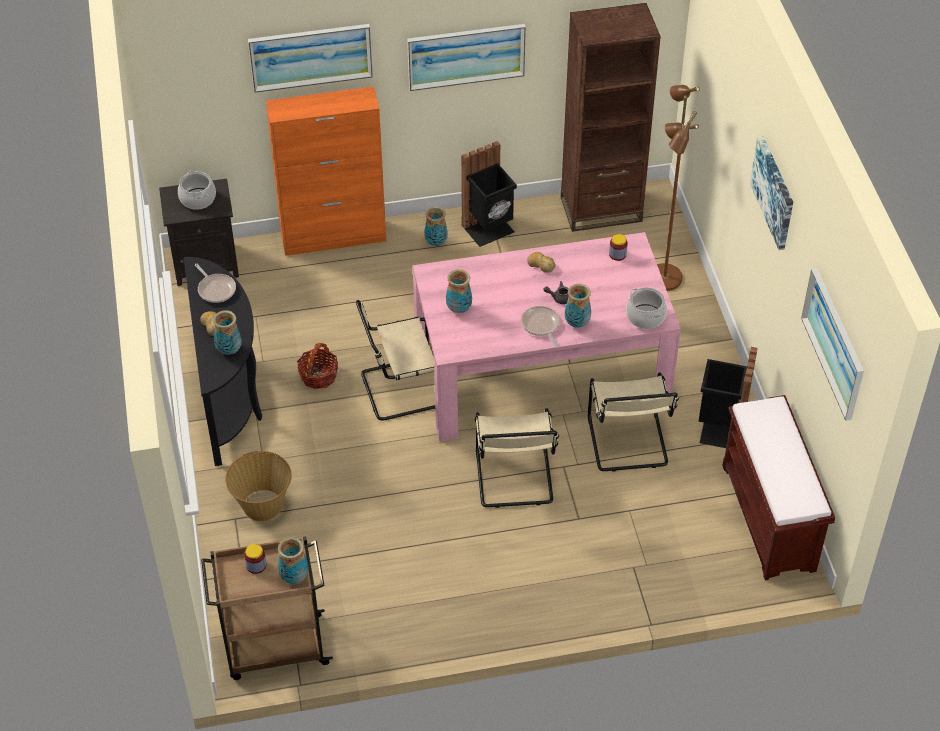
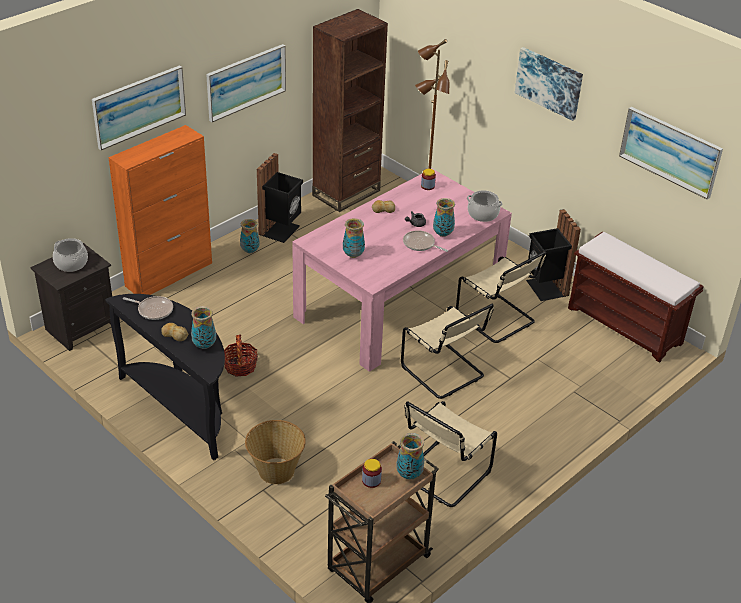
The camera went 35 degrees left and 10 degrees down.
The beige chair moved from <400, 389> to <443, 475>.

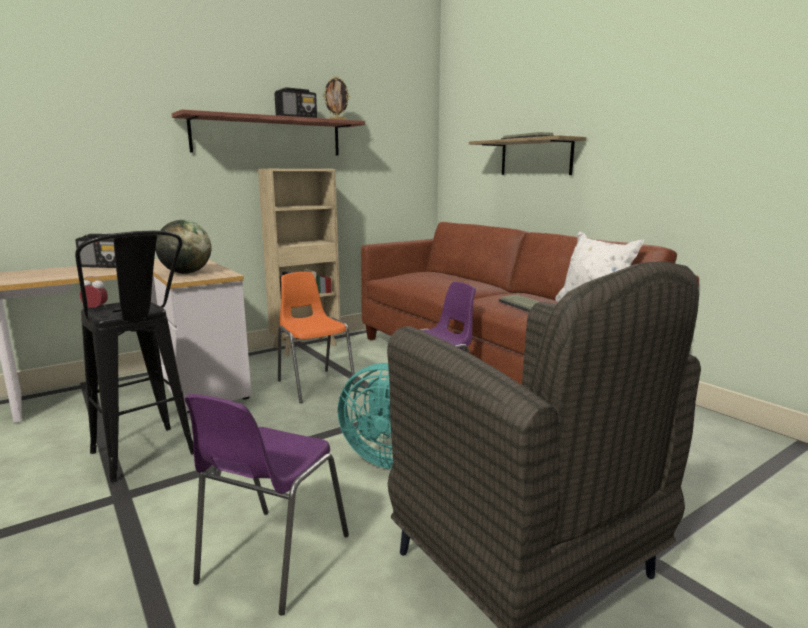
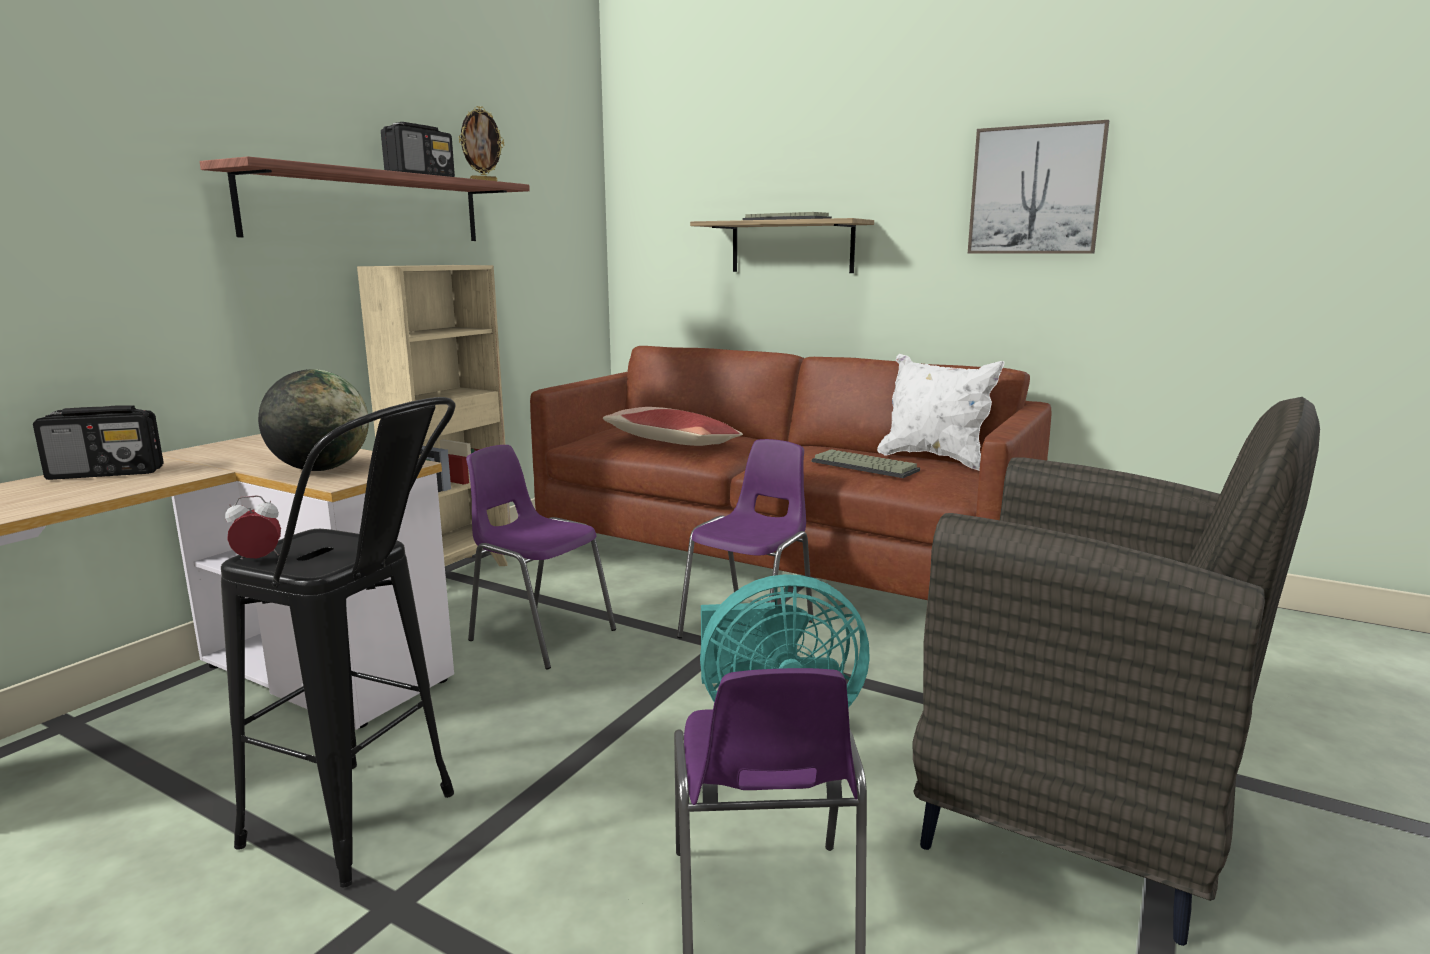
The camera went 25 degrees left and 0 degrees up.
The pillow at <670, 442> appeared.
The picture at <1035, 190> appeared.
The orange chair at <315, 385> became the purple chair at <539, 634>.

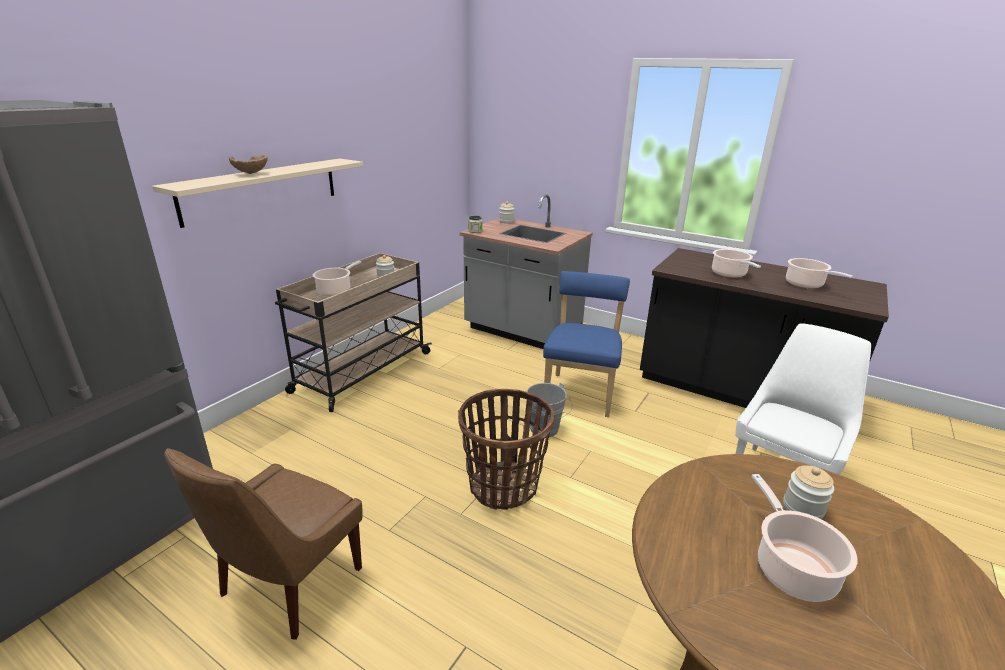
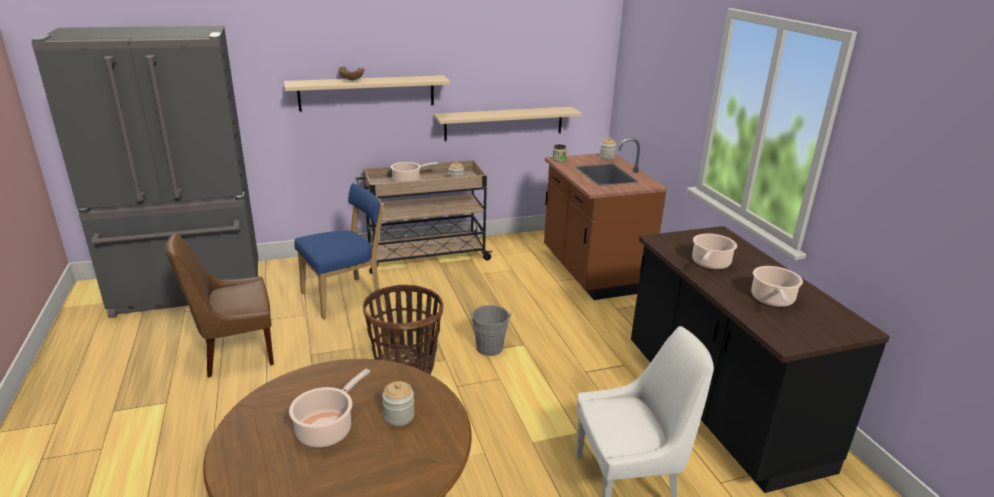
The camera went 40 degrees right and 0 degrees up.
The beige shelf at <504, 123> appeared.
The blue chair moved from <580, 392> to <345, 297>.
The grey counter at <522, 331> became the brown counter at <592, 272>.

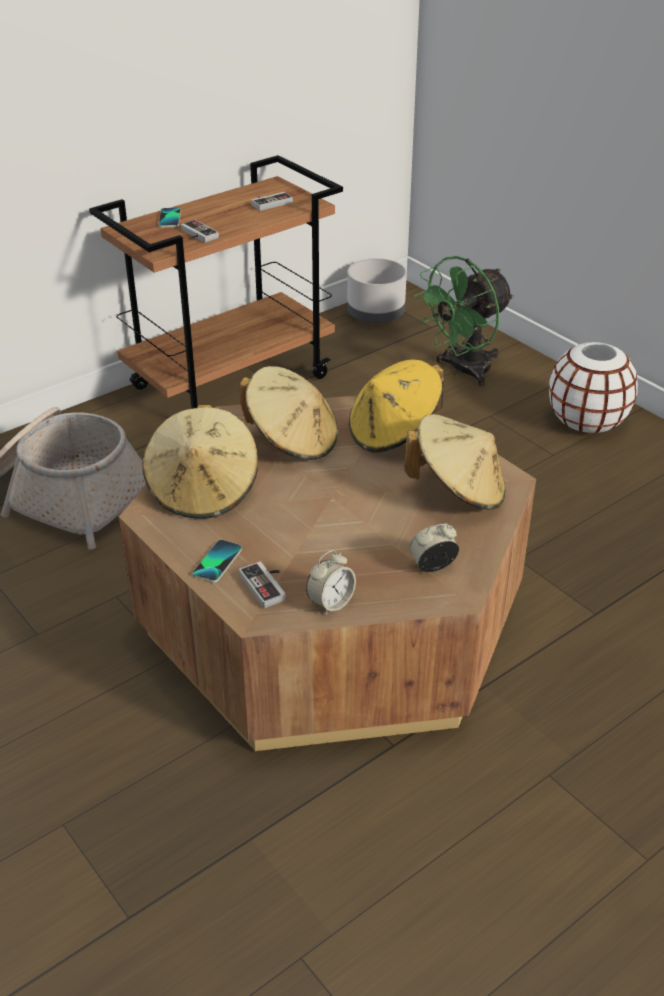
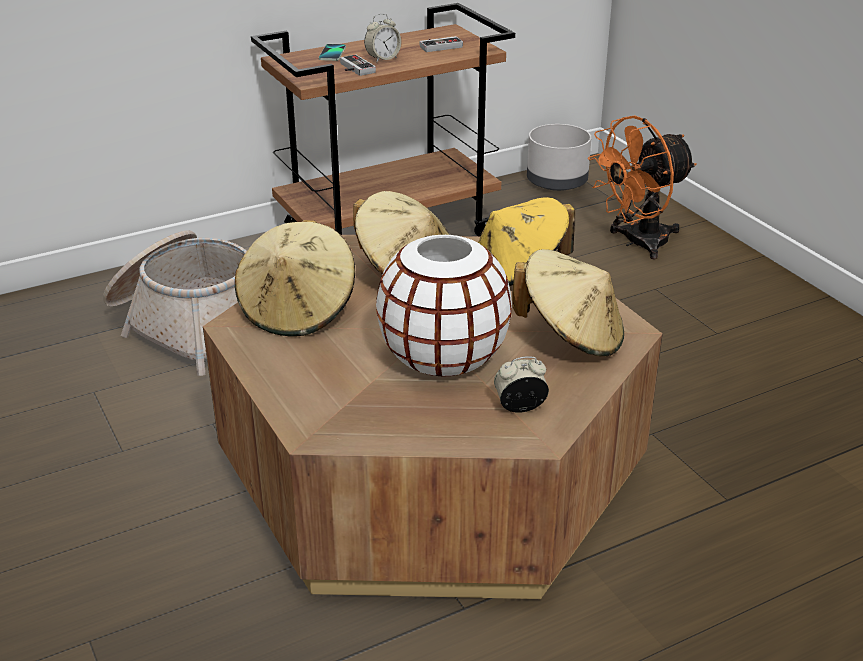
The camera went 10 degrees right and 5 degrees down.
The phone at <217, 562> disappeared.
The game controller at <267, 585> disappeared.
The alarm clock moved from <331, 603> to <383, 58>.
The white vase moved from <586, 421> to <443, 357>.
The green fan at <463, 371> became the orange fan at <637, 243>.

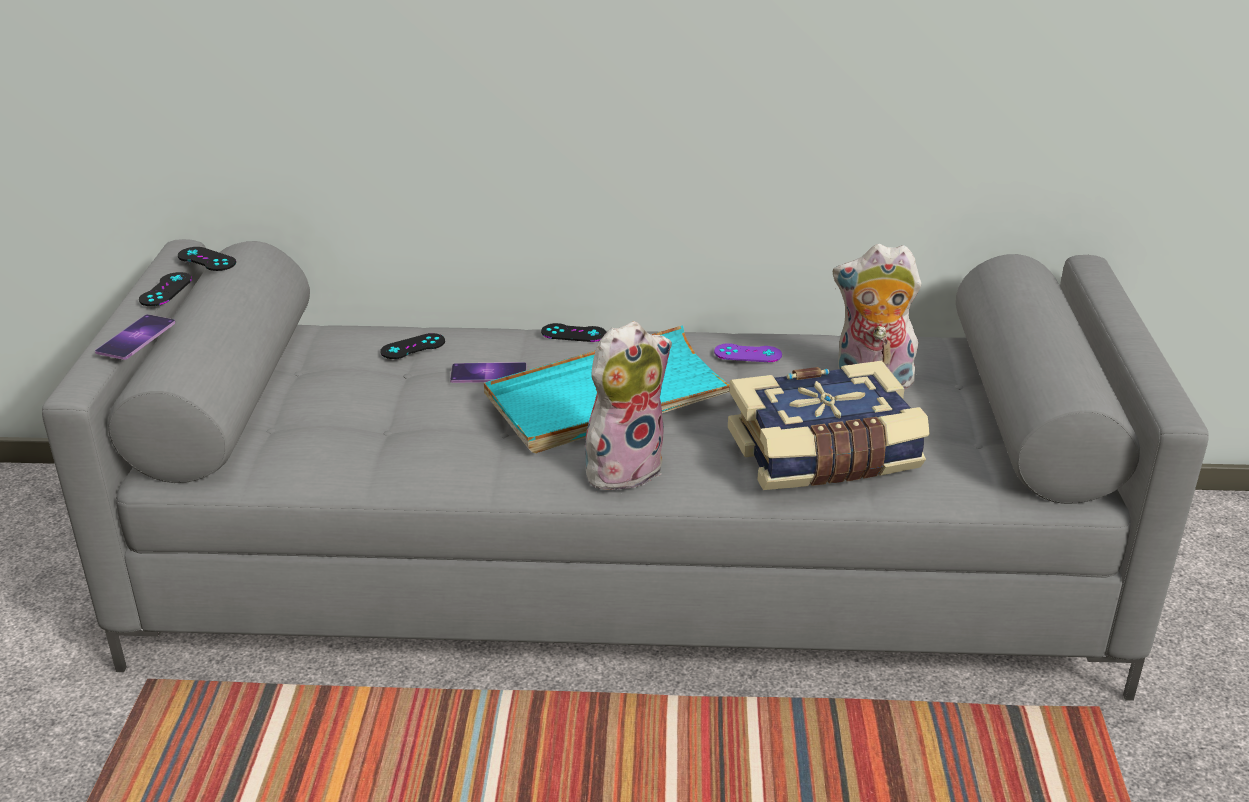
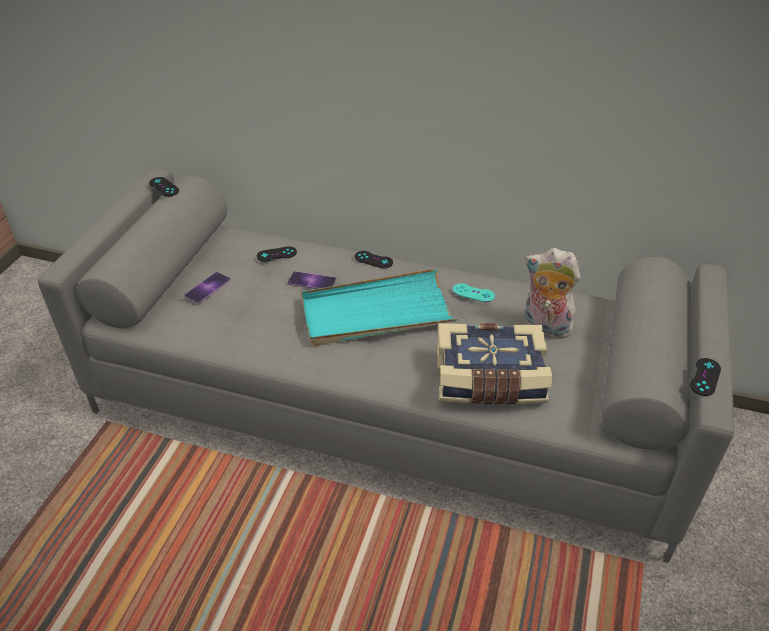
The camera went 15 degrees right and 10 degrees up.
The plush toy at <623, 467> disappeared.
The phone moved from <136, 337> to <208, 288>.
The black game controller moved from <165, 290> to <705, 377>.
The purple game controller at <748, 353> became the turquoise game controller at <473, 293>.

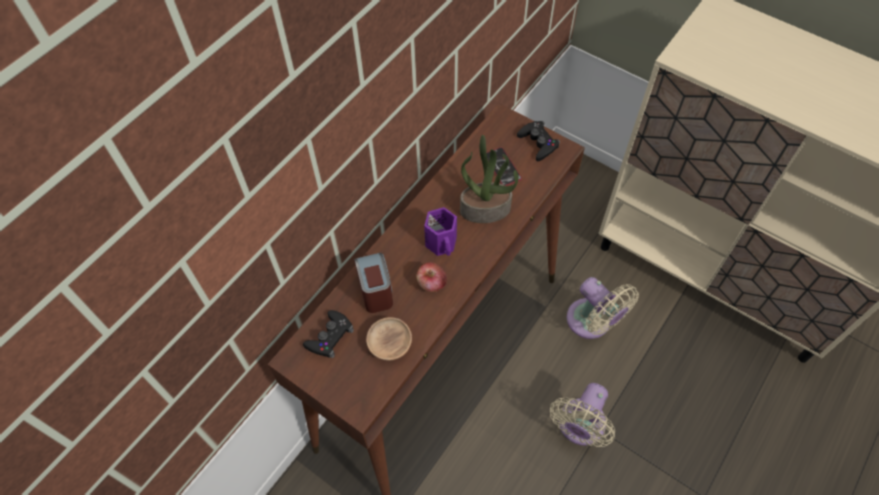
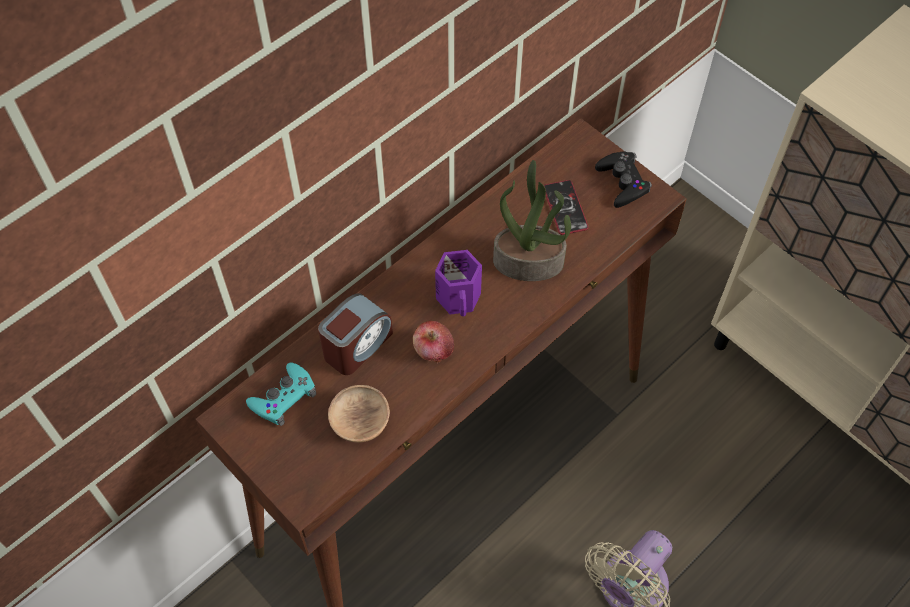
The camera went 10 degrees right and 0 degrees up.
The beige fan at <592, 322> disappeared.
The black game controller at <330, 337> became the turquoise game controller at <284, 398>.
The alarm clock at <375, 289> turned 45 degrees clockwise.

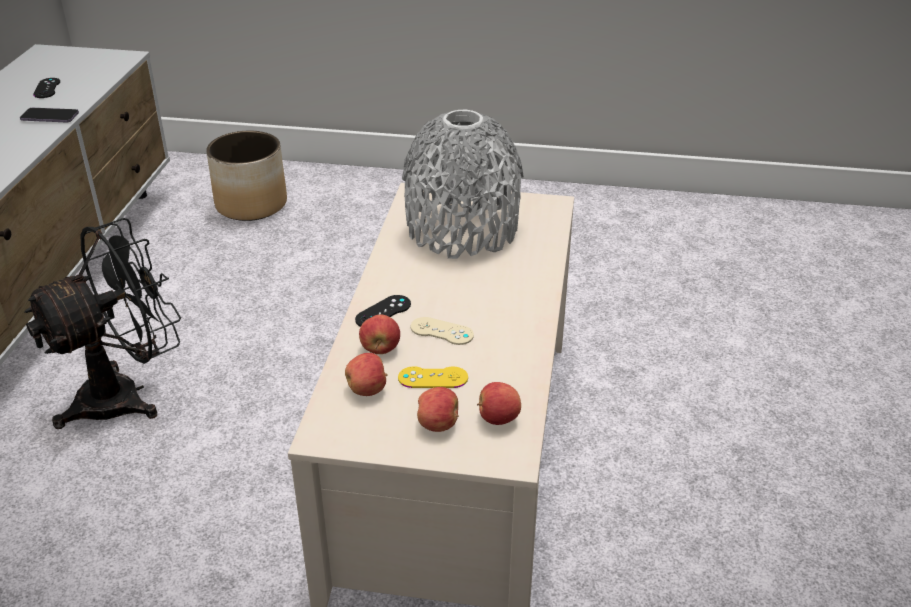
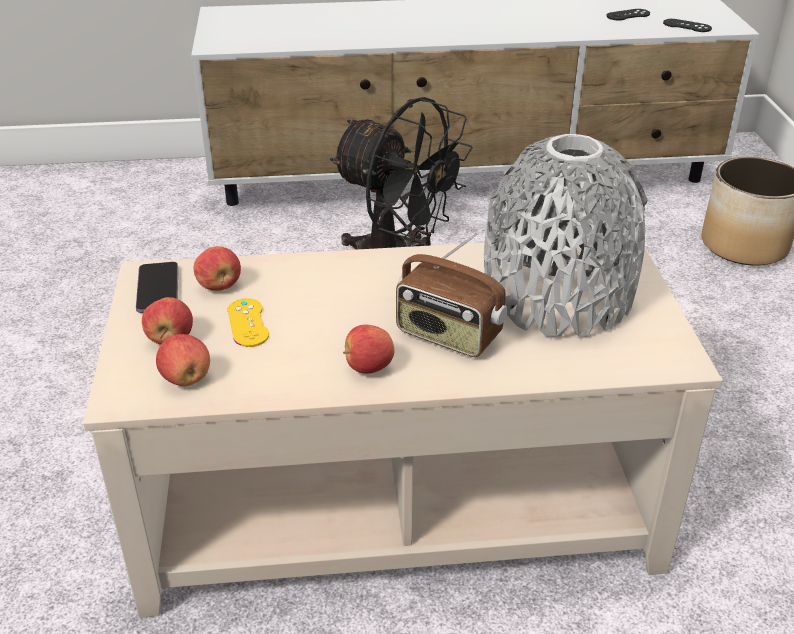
The camera went 75 degrees right and 0 degrees up.
The beige game controller at <442, 331> disappeared.
The radio at <448, 335> appeared.
The phone moved from <50, 117> to <158, 289>.
The black game controller moved from <383, 312> to <687, 26>.
The apple moved from <380, 349> to <368, 367>.

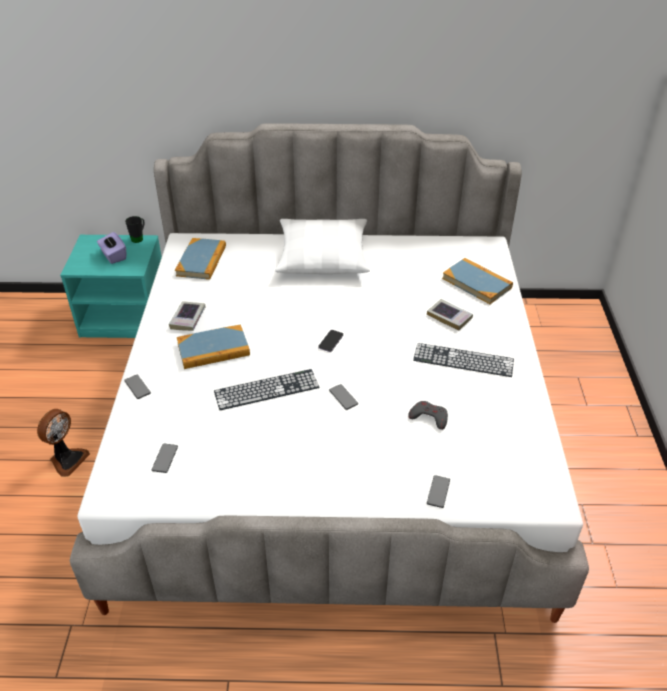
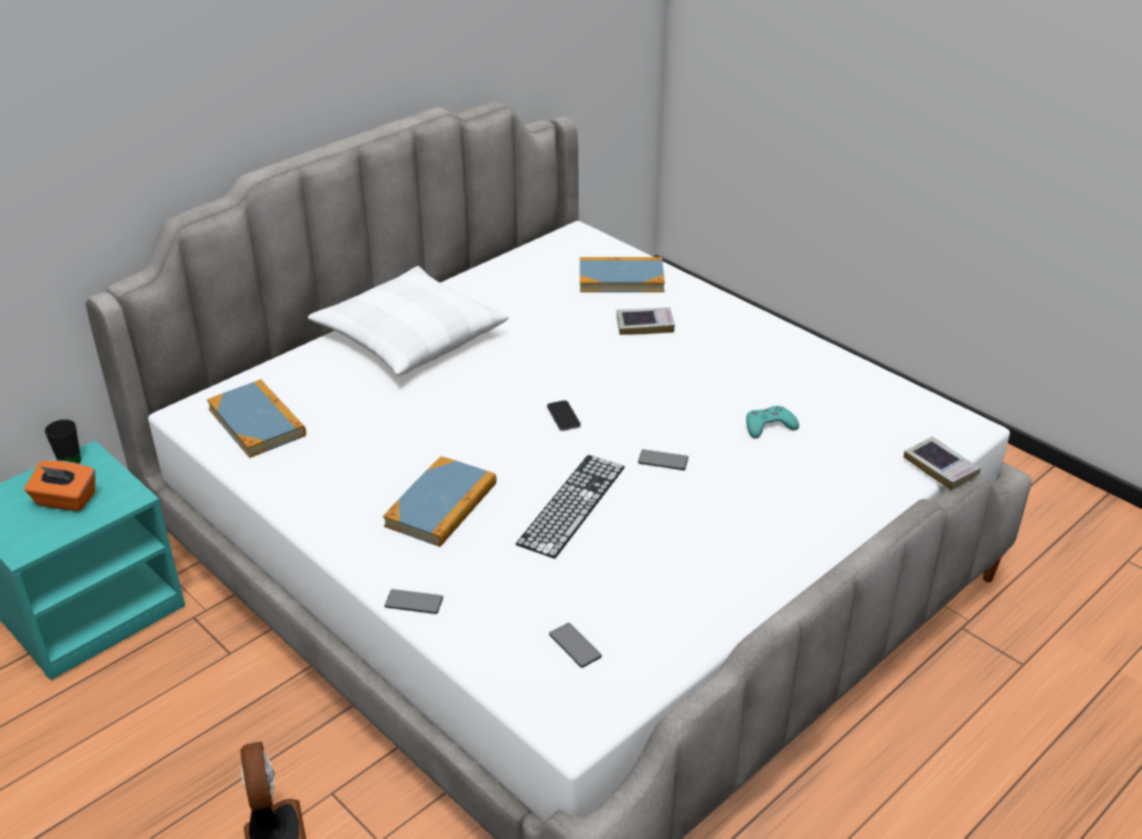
The camera went 45 degrees left and 5 degrees down.
The keyboard at <463, 360> disappeared.
The phone at <438, 492> disappeared.
The book moved from <188, 319> to <940, 467>.
The purple tissue box at <113, 256> became the orange tissue box at <65, 500>.
The grey game controller at <429, 417> became the turquoise game controller at <769, 426>.

